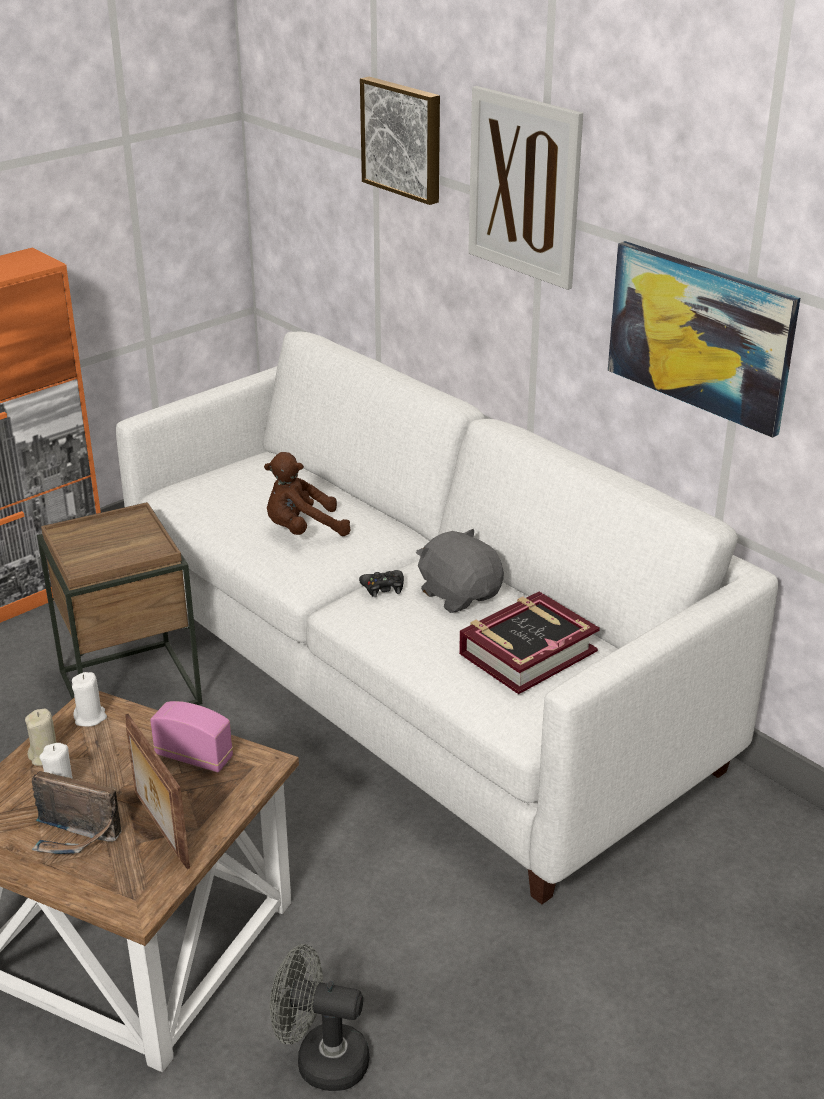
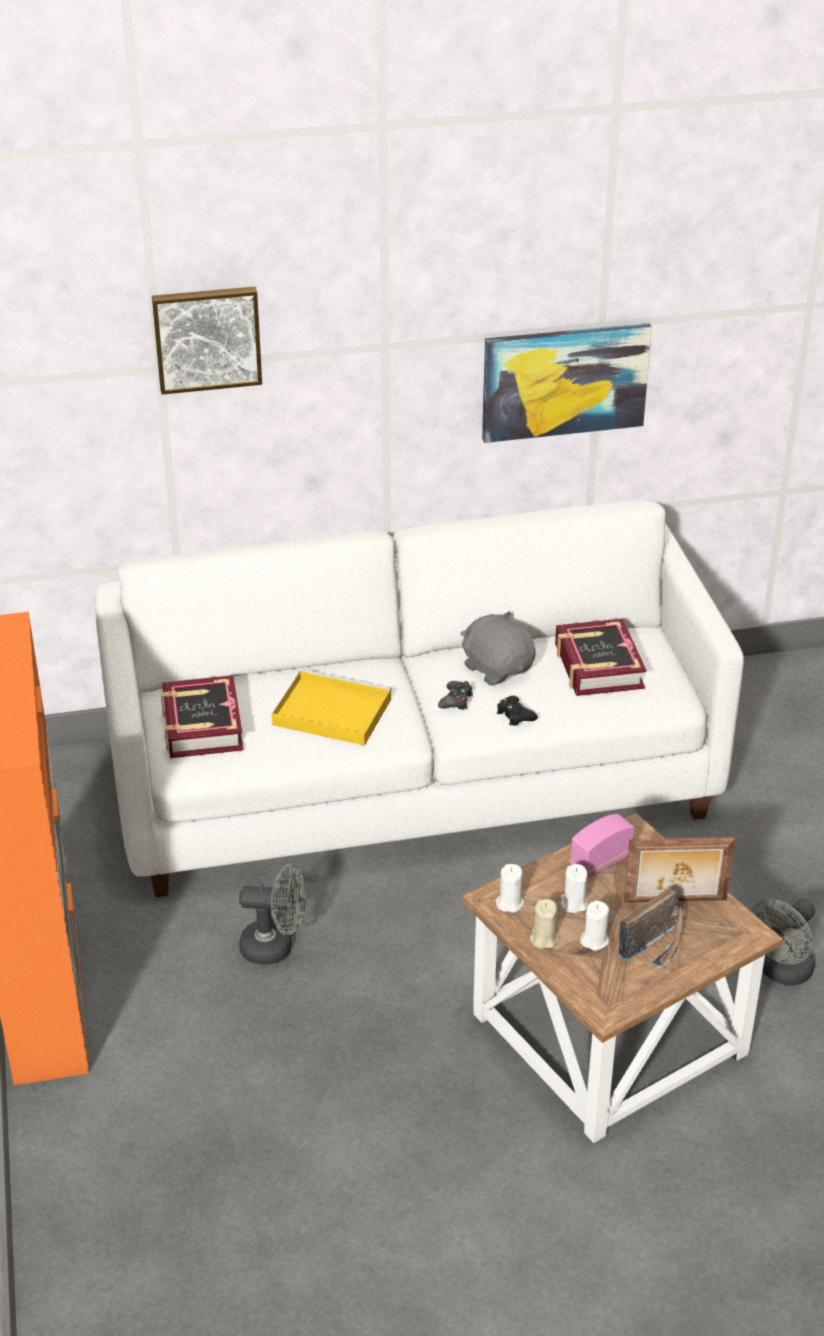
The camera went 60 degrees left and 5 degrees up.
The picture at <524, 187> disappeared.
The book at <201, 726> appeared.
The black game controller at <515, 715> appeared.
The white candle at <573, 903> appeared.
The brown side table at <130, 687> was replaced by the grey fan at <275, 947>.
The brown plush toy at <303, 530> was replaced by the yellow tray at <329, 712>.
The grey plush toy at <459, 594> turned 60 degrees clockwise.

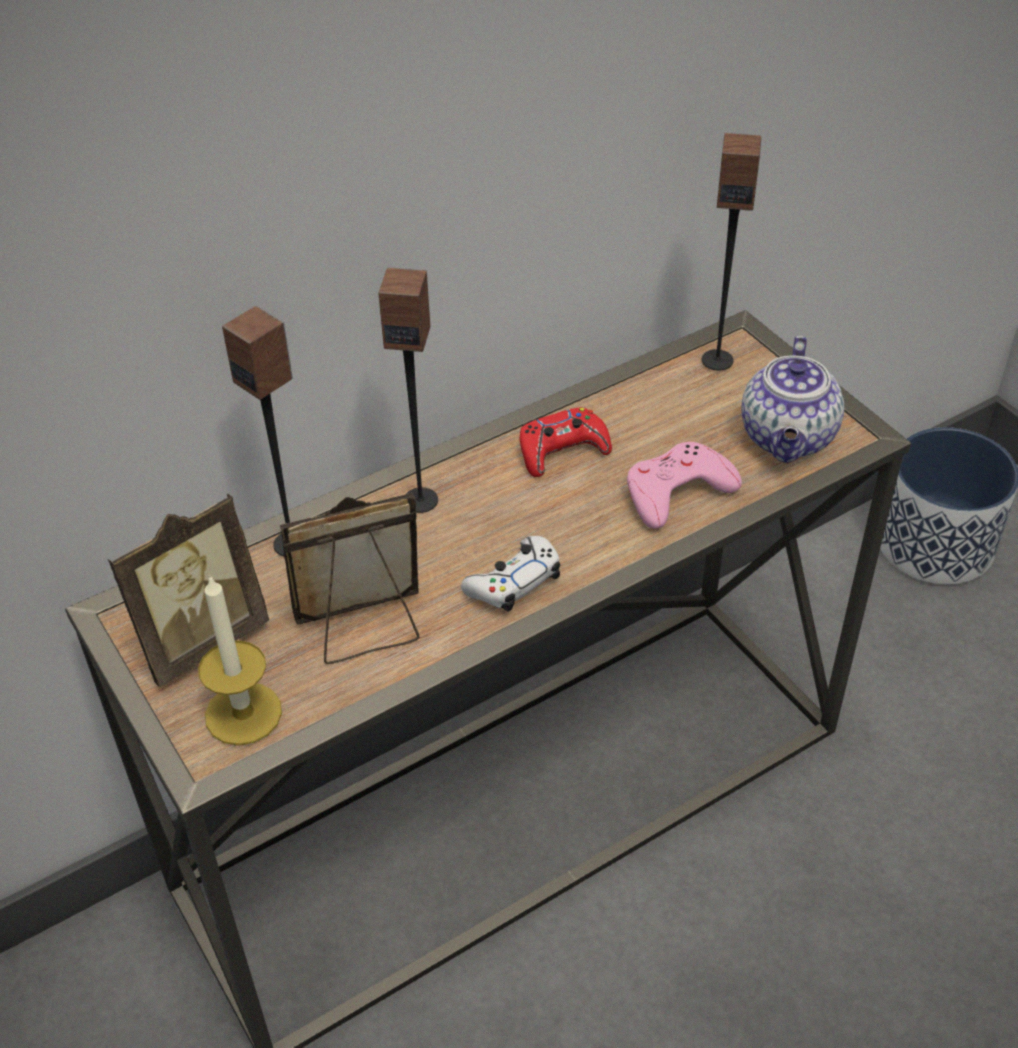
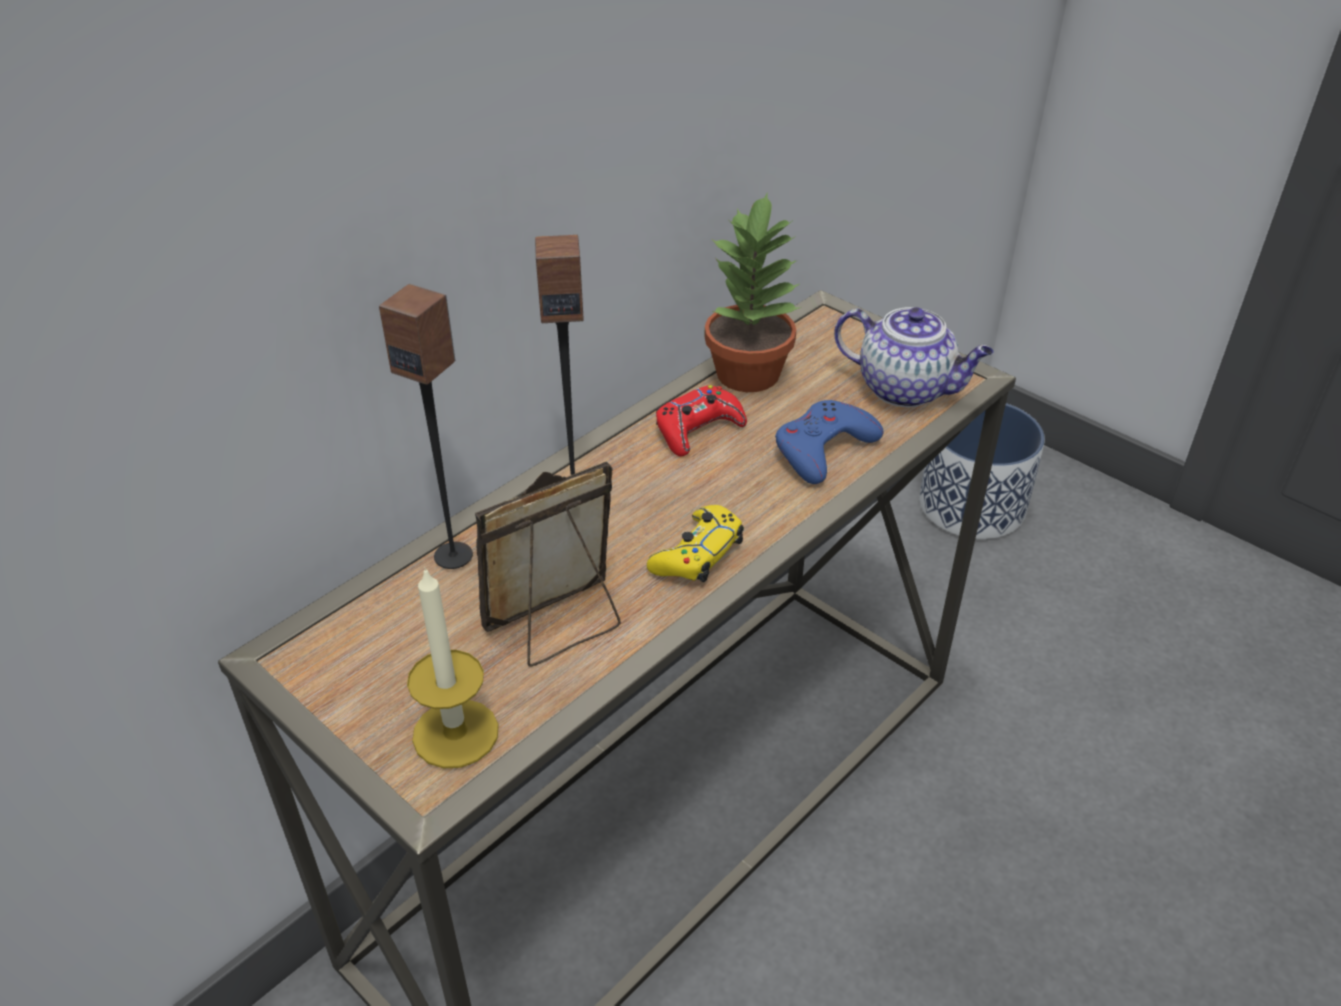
The camera went 15 degrees left and 5 degrees down.
The picture frame at <199, 640> disappeared.
The speaker at <717, 360> disappeared.
The potted plant at <750, 374> appeared.
The white game controller at <514, 582> became the yellow game controller at <697, 554>.
The pink game controller at <677, 491> became the blue game controller at <823, 448>.
The teapot at <788, 439> turned 60 degrees counterclockwise.

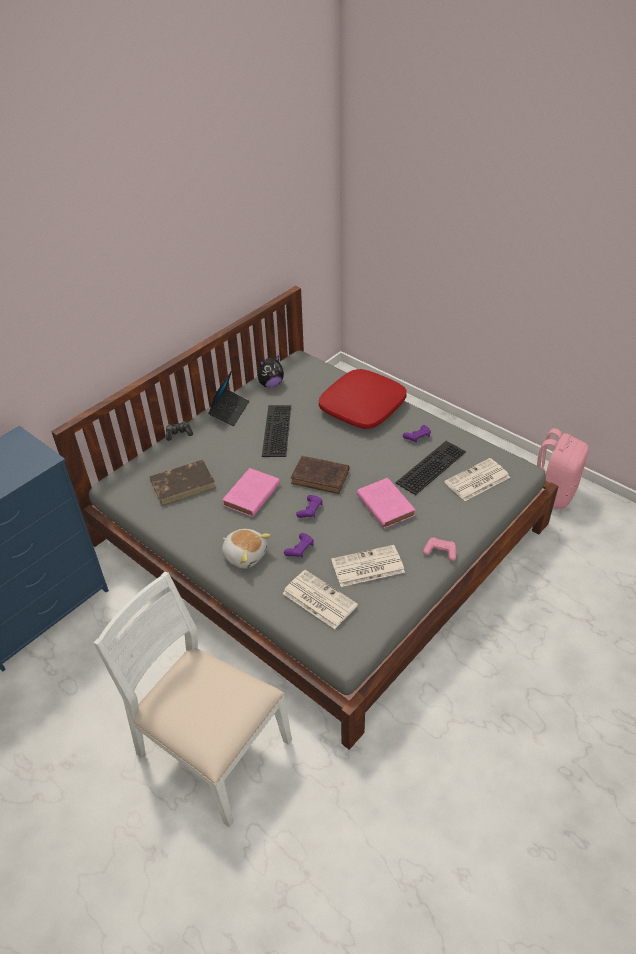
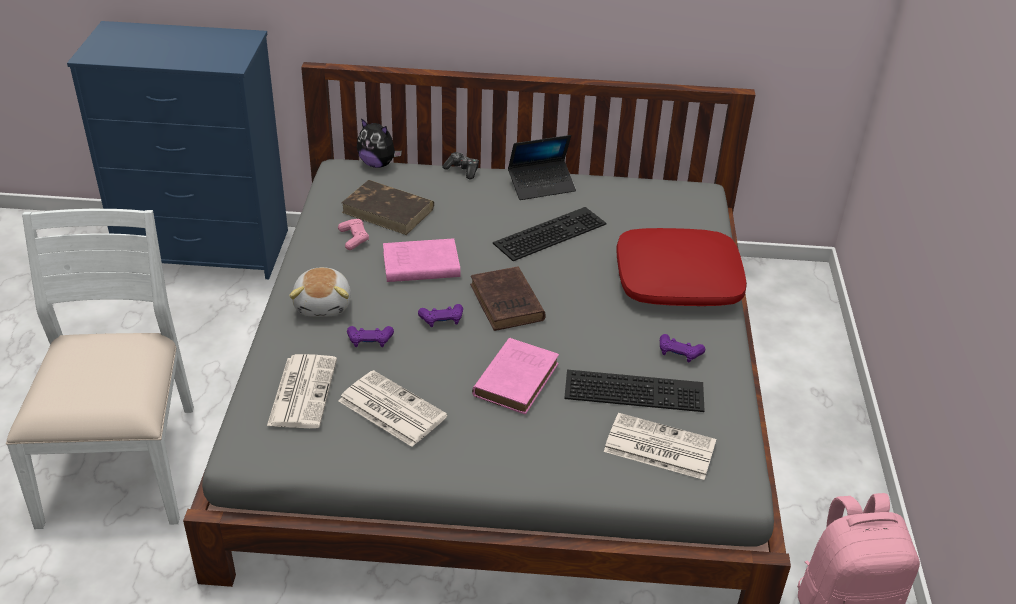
The camera went 50 degrees right and 5 degrees down.
The plush toy moved from <270, 384> to <378, 164>.
The pink game controller moved from <440, 552> to <354, 238>.

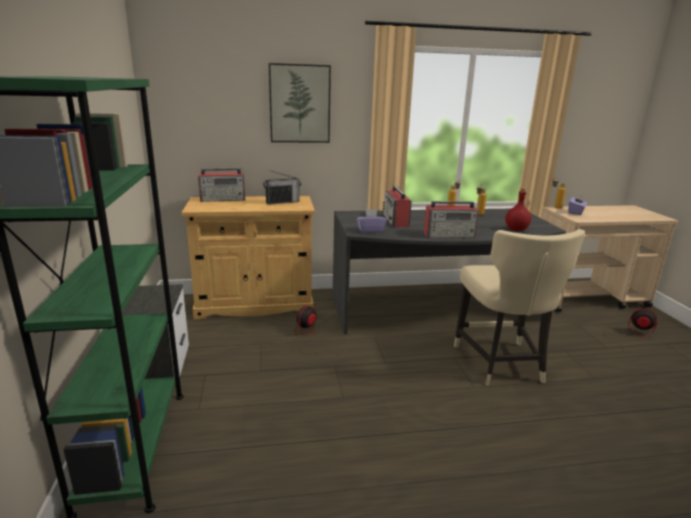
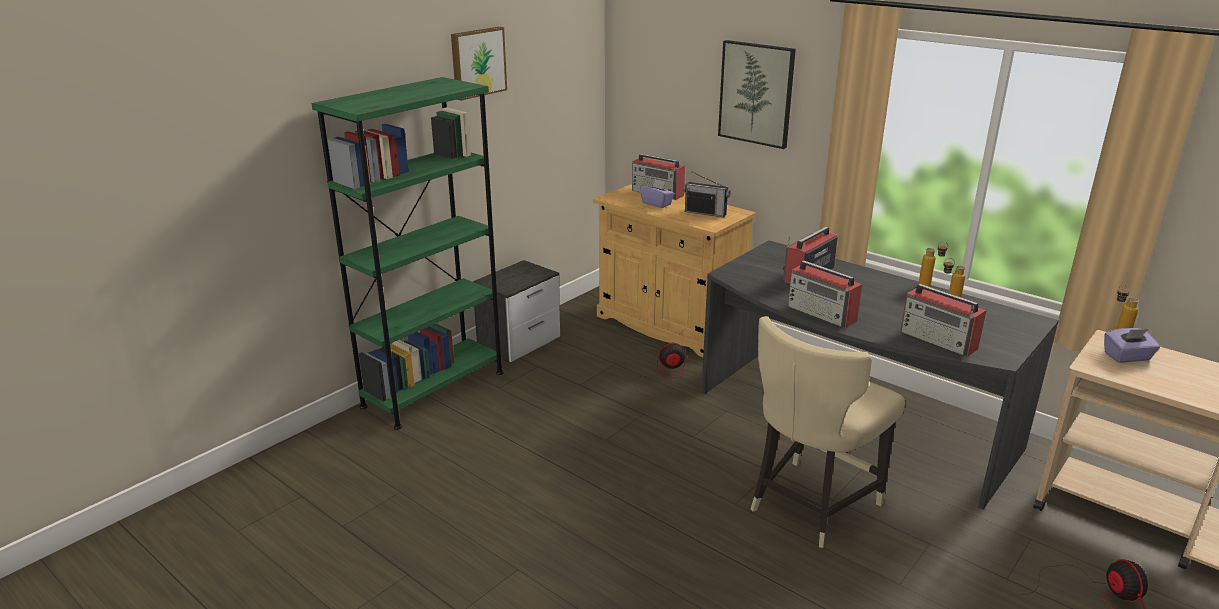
The camera went 50 degrees right and 5 degrees up.
The picture at <477, 62> appeared.
The purple tissue box moved from <370, 230> to <657, 204>.
The red bottle at <516, 229> was replaced by the radio at <939, 340>.

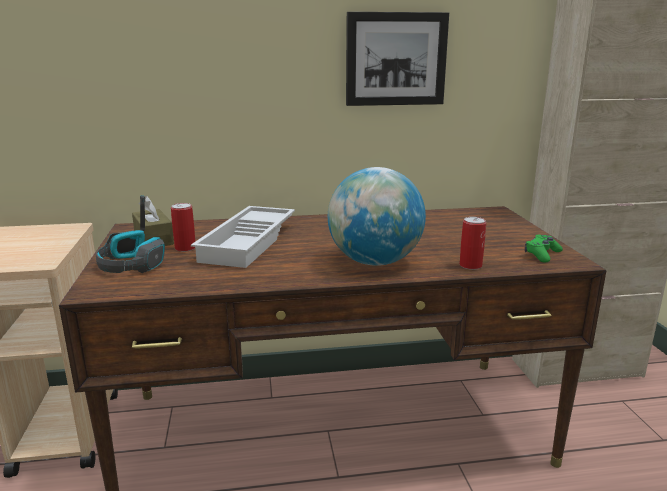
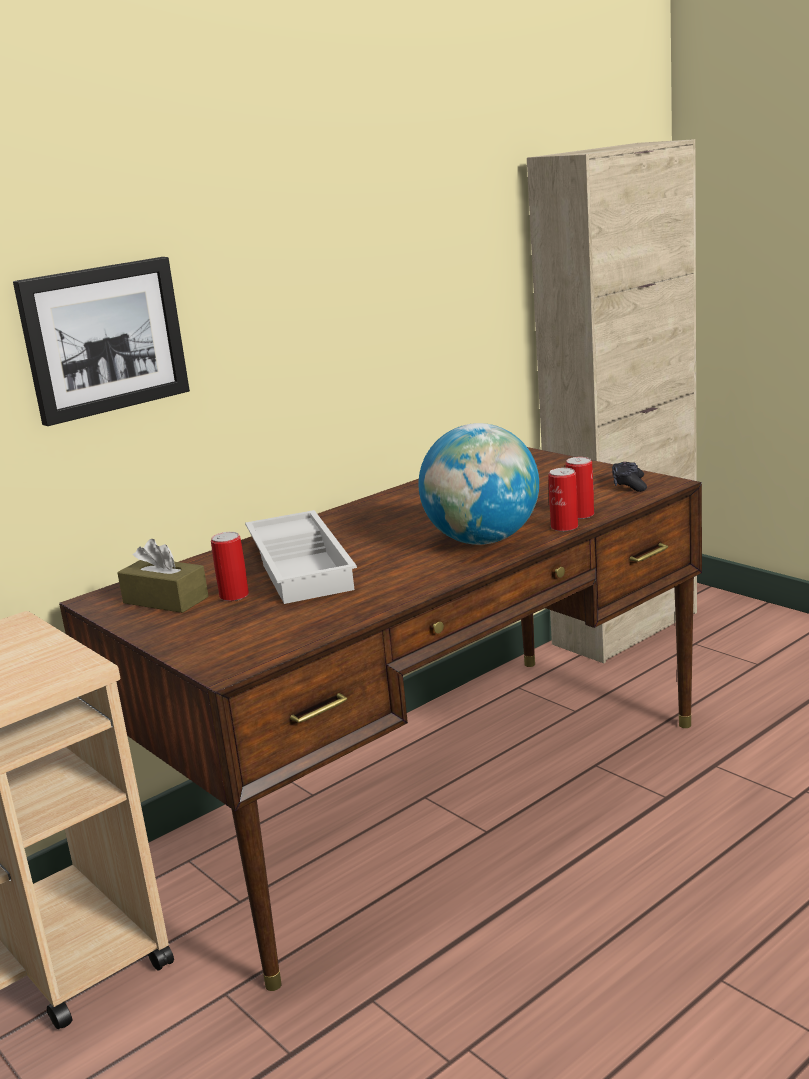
The camera went 30 degrees left and 0 degrees up.
The headphones at <131, 264> disappeared.
The can at <564, 527> appeared.
The picture moved from <395, 59> to <103, 339>.
The green game controller at <542, 254> became the black game controller at <629, 484>.

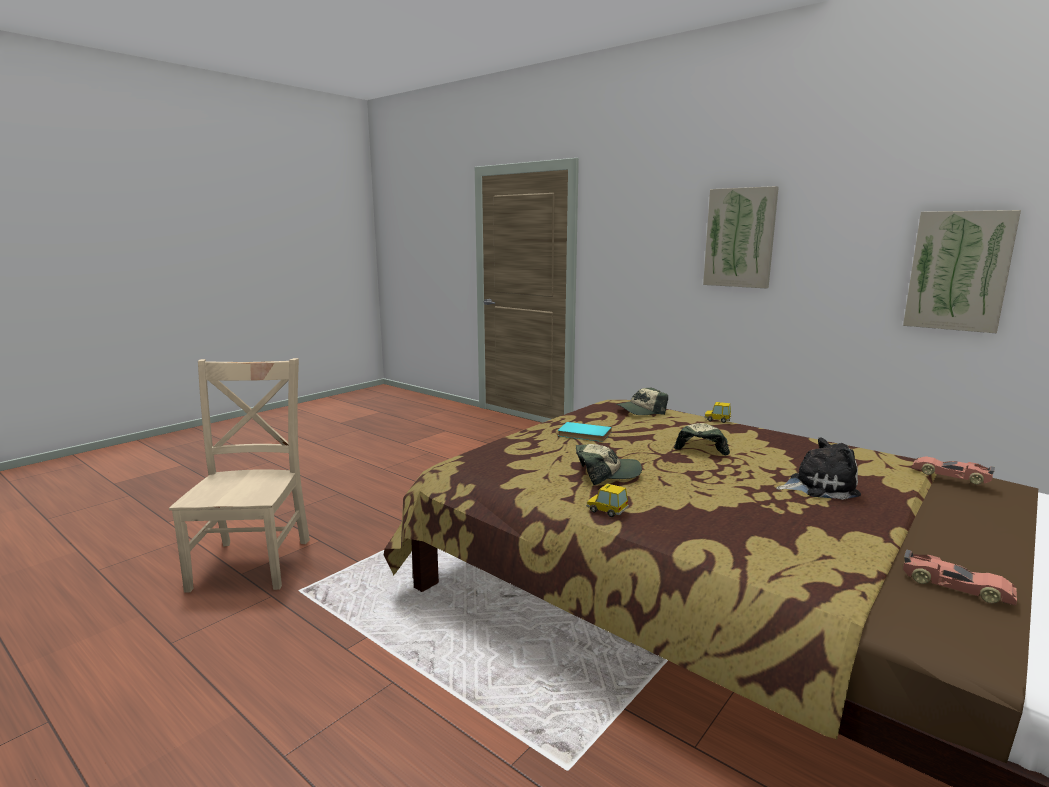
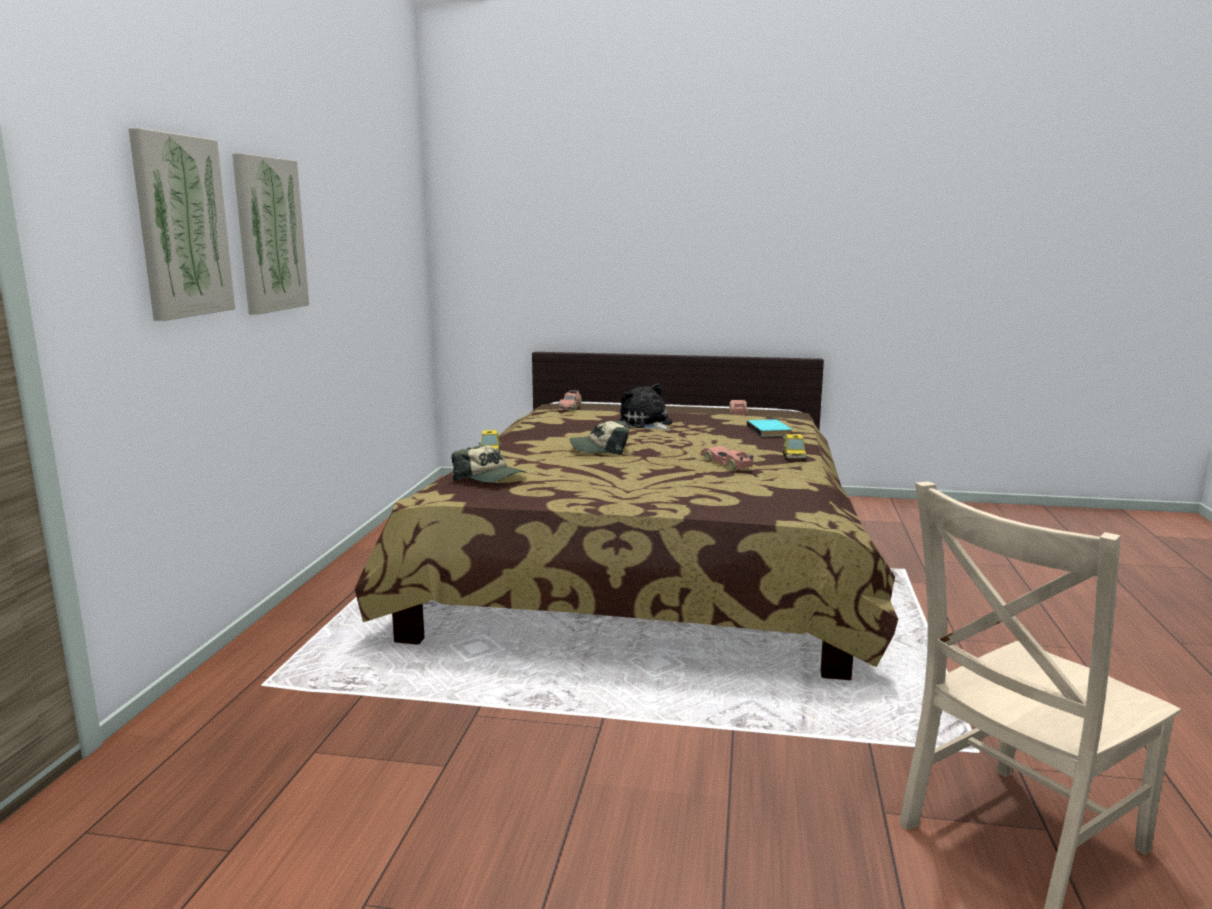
The camera went 120 degrees left and 0 degrees up.
The turquoise book moved from <584, 434> to <770, 430>.
The picture moved from <958, 271> to <181, 226>.
The cap at <606, 474> was replaced by the toy car at <727, 464>.

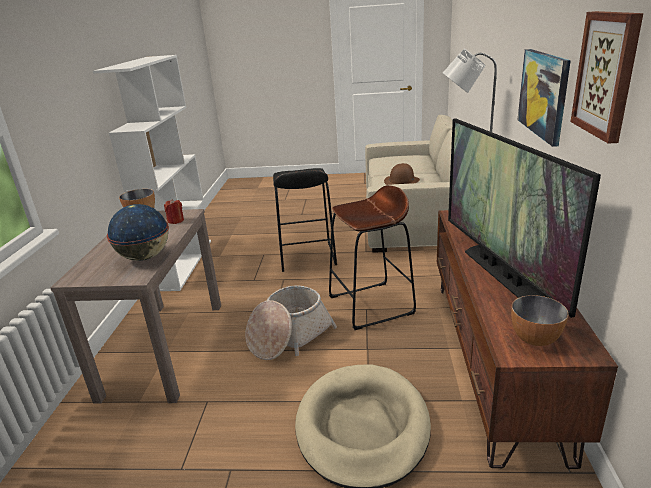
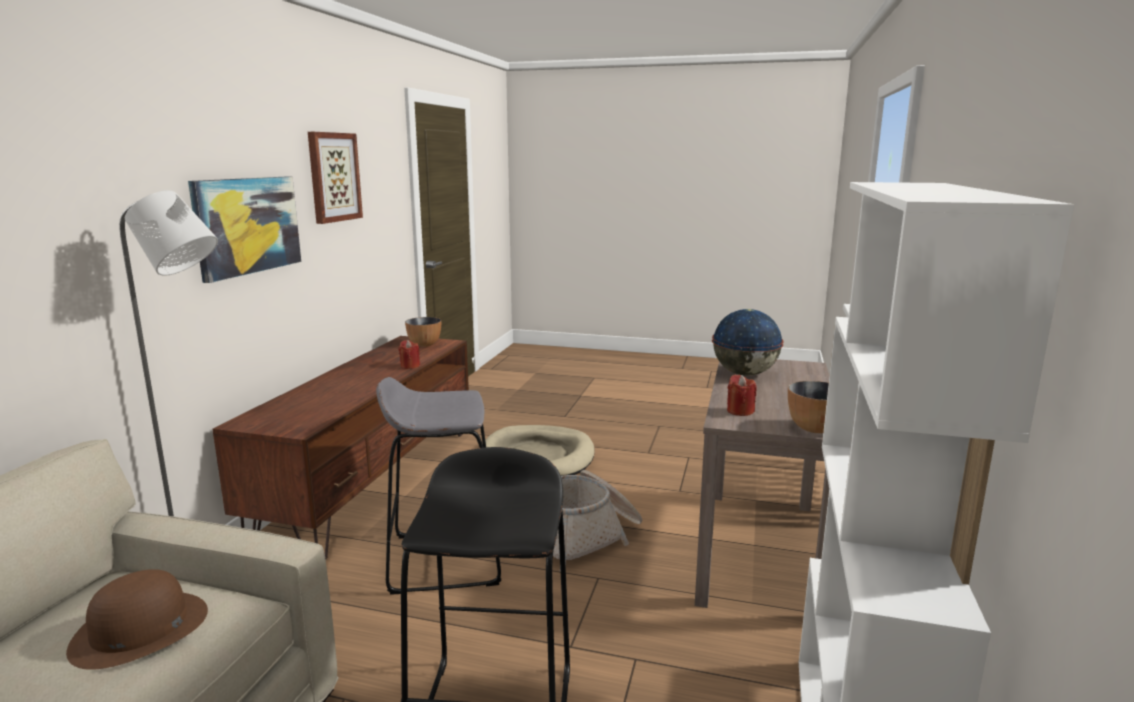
The camera went 170 degrees left and 10 degrees down.
The television at <501, 272> disappeared.
The red candle at <410, 366> appeared.
The brown stool at <371, 305> became the grey stool at <445, 559>.

